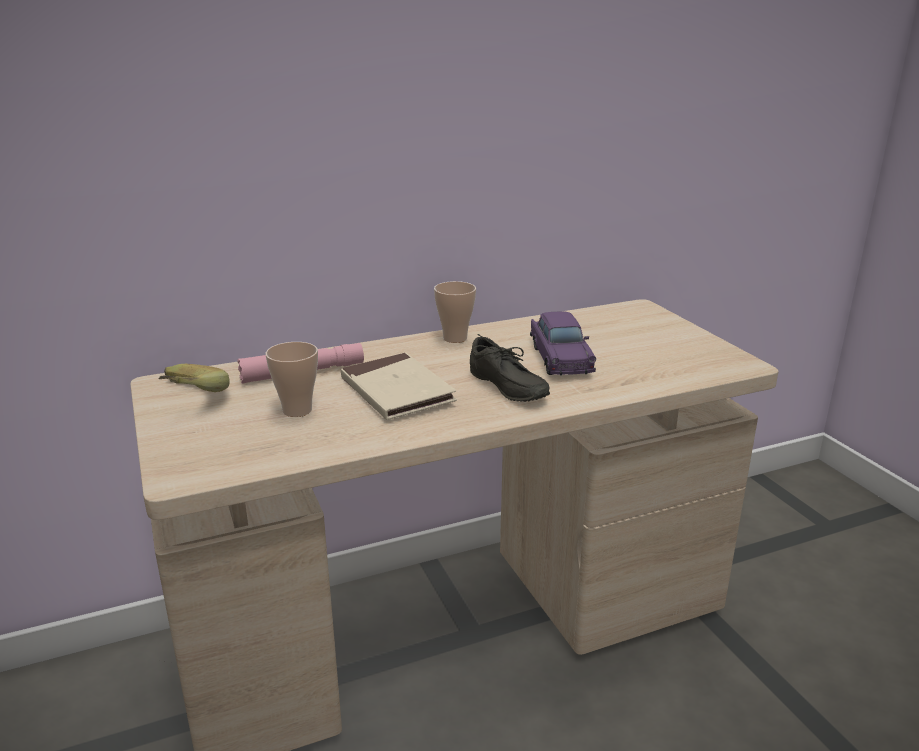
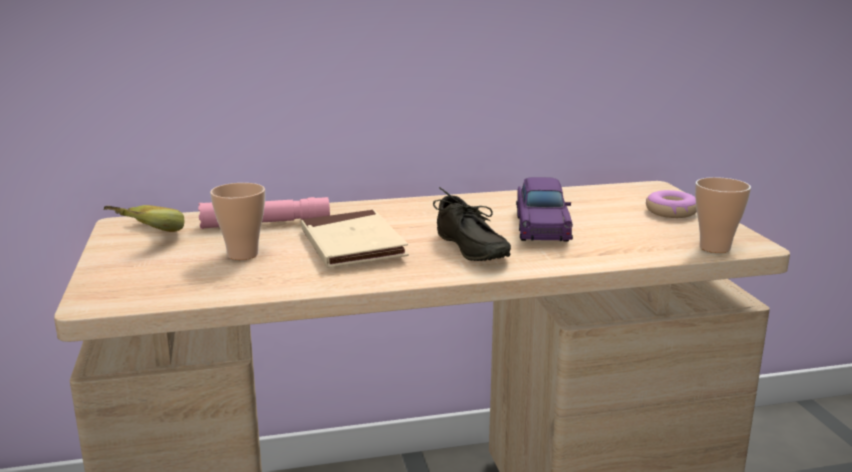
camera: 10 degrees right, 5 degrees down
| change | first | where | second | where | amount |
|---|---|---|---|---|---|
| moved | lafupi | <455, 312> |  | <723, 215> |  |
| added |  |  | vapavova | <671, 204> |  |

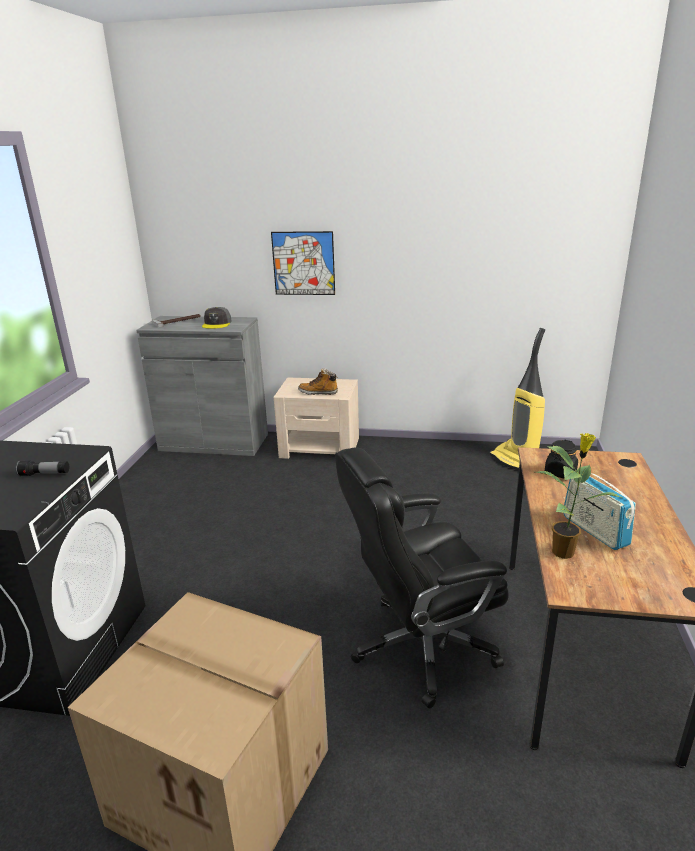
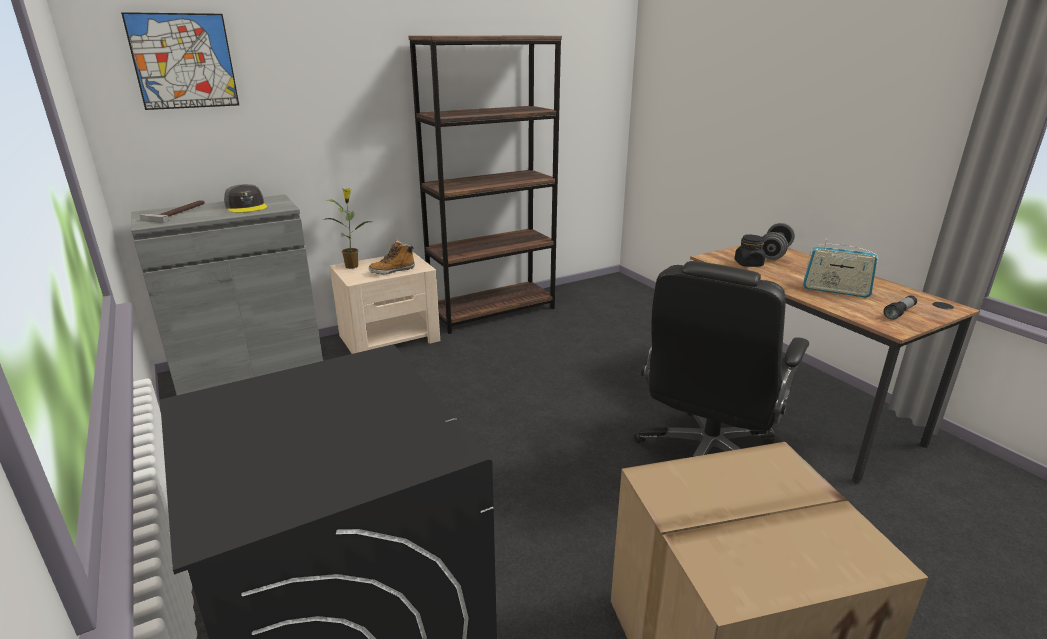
camera: 40 degrees left, 0 degrees up
| change | first | where | second | where | amount |
|---|---|---|---|---|---|
| moved | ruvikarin | <42, 468> |  | <900, 307> |  |
| moved | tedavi | <303, 263> |  | <180, 61> |  |
| removed | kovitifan | <517, 399> |  |  |  |
| moved | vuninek | <579, 496> |  | <346, 228> |  |
| added |  |  | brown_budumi | <485, 185> |  |
| added |  |  | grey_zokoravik | <778, 241> |  |

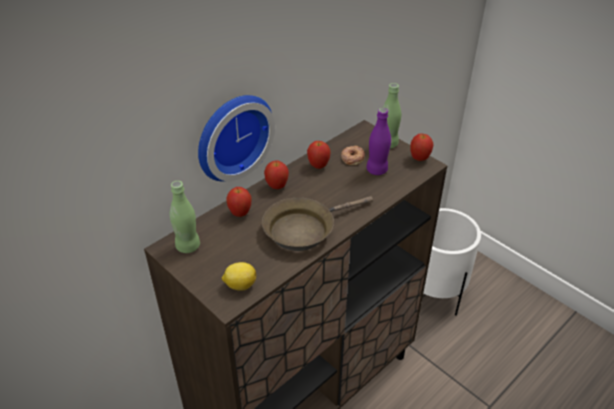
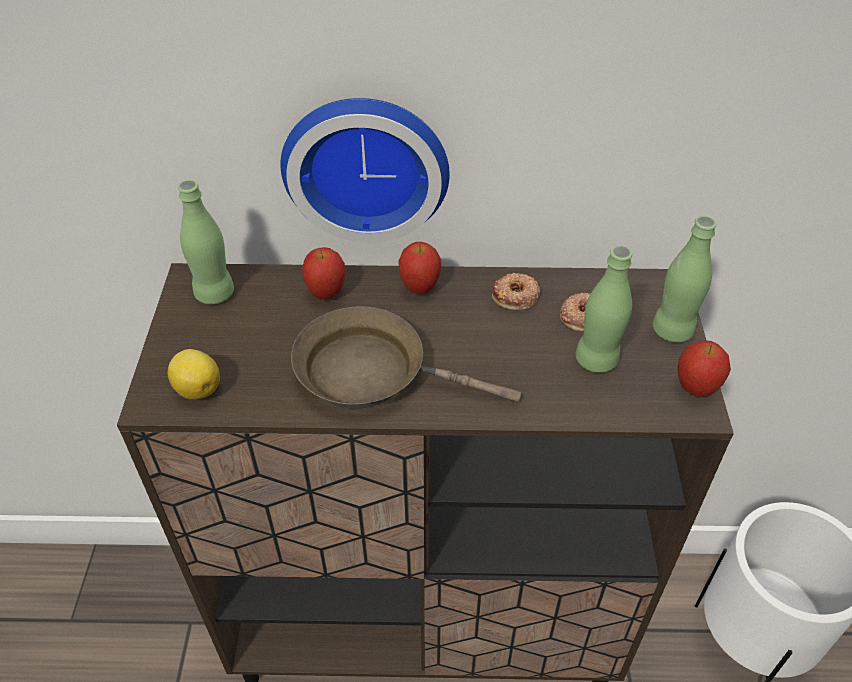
camera: 45 degrees right, 5 degrees up
| change | first | where | second | where | amount |
|---|---|---|---|---|---|
| replaced | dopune | <319, 155> | vapavova | <516, 291> |  |
| recoloured | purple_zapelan | <378, 141> | green_zapelan | <604, 309> |  |

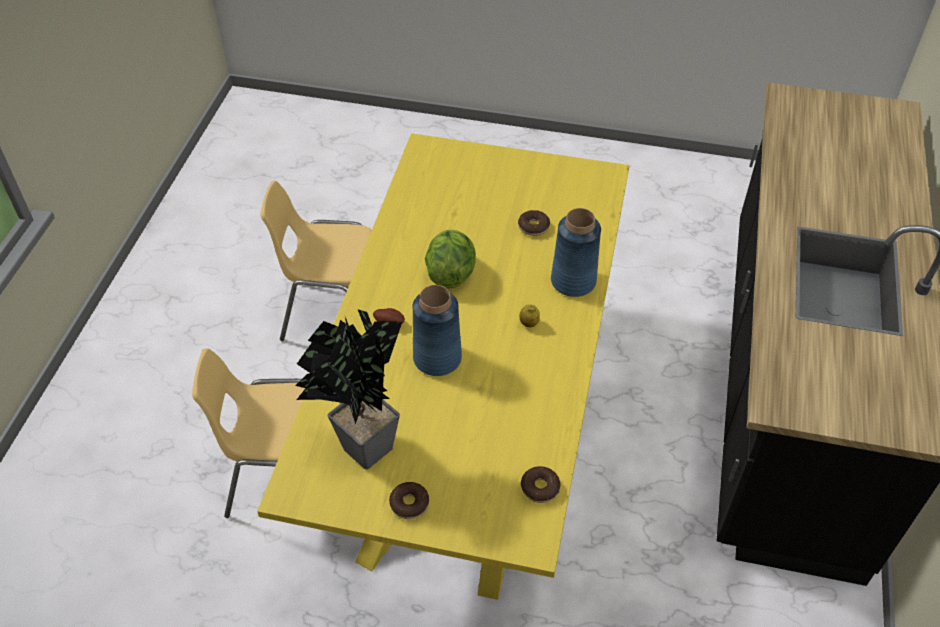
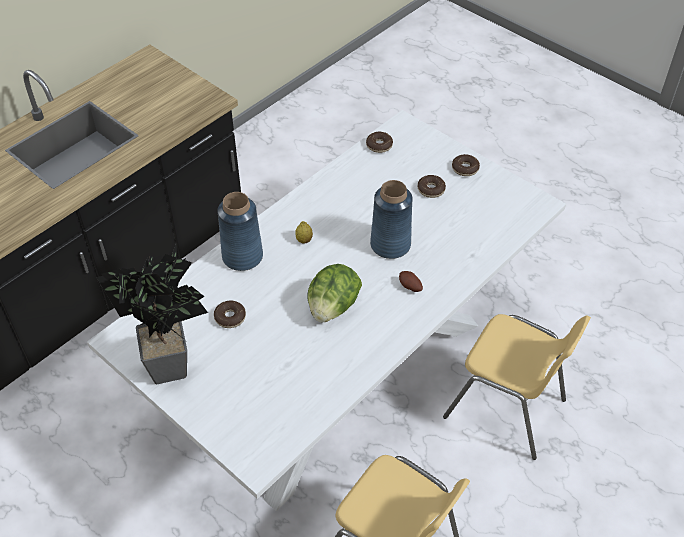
camera: 150 degrees left, 0 degrees up
| change | first | where | second | where | amount |
|---|---|---|---|---|---|
| recoloured | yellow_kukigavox | <443, 366> | white_kukigavox | <326, 310> |  |
| moved | vuninek | <348, 389> |  | <152, 313> |  |
| added |  |  | vapavova | <432, 186> |  |

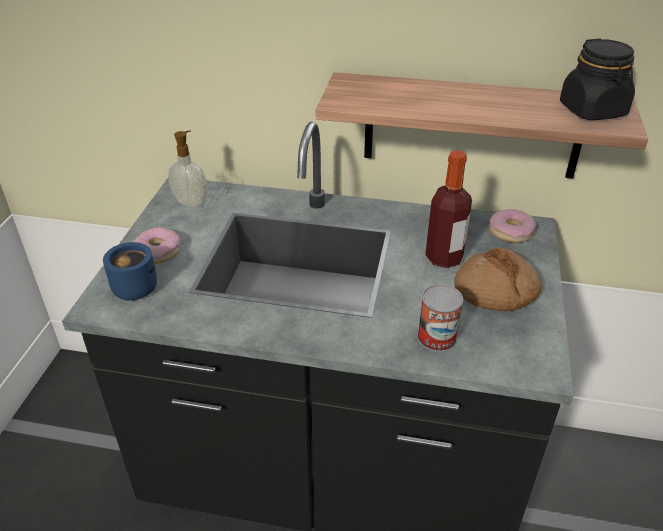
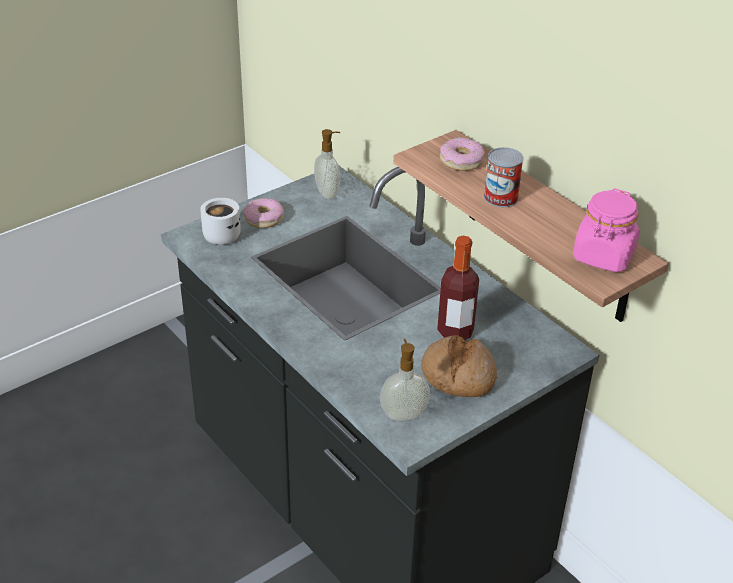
camera: 40 degrees right, 0 degrees up
| change | first | where | second | where | amount |
|---|---|---|---|---|---|
| recoloured | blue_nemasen | <130, 271> | white_nemasen | <220, 221> |  |
| moved | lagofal | <440, 318> |  | <504, 177> |  |
| moved | vapavova | <512, 226> |  | <462, 154> |  |
| recoloured | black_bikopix | <597, 79> | pink_bikopix | <606, 230> |  |
| added |  |  | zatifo | <405, 380> |  |

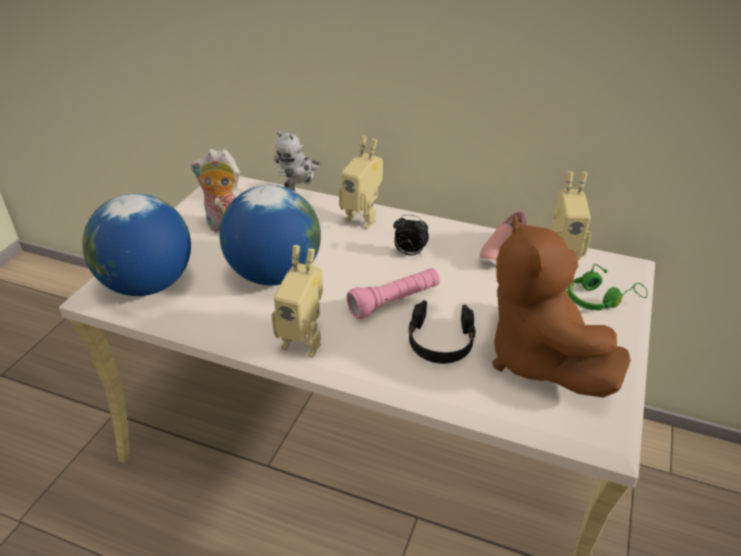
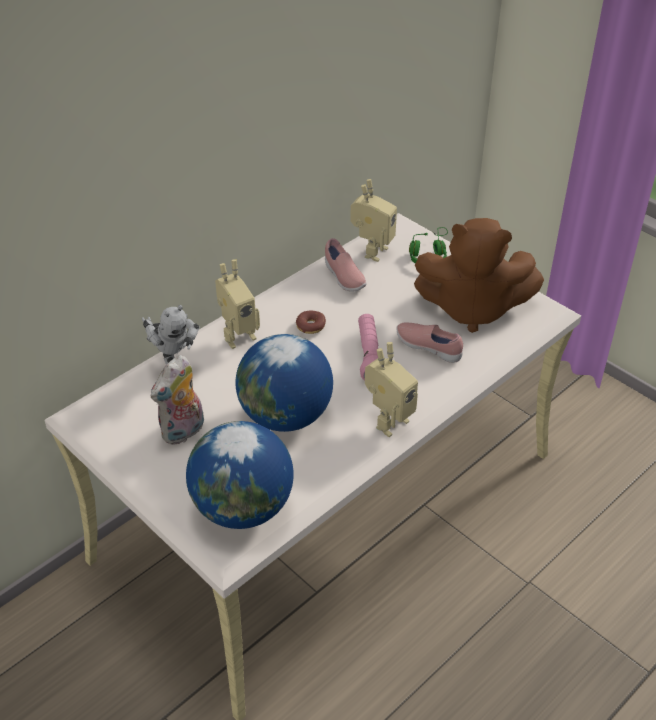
camera: 65 degrees left, 5 degrees up
| change | first | where | second | where | amount |
|---|---|---|---|---|---|
| replaced | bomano | <411, 235> | vapavova | <311, 322> |  |
| replaced | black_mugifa | <442, 332> | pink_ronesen | <429, 343> |  |

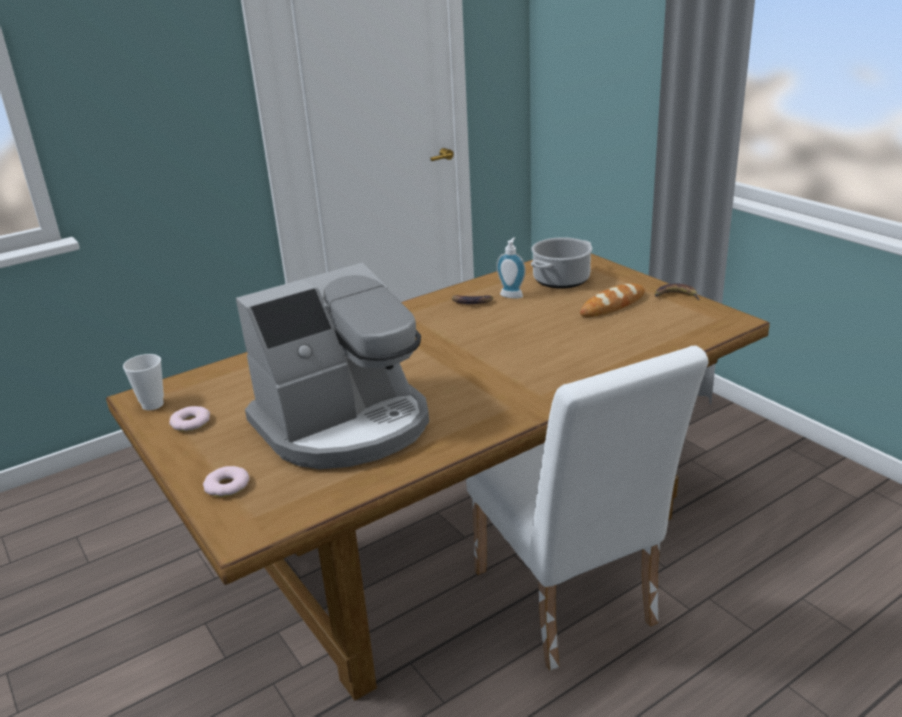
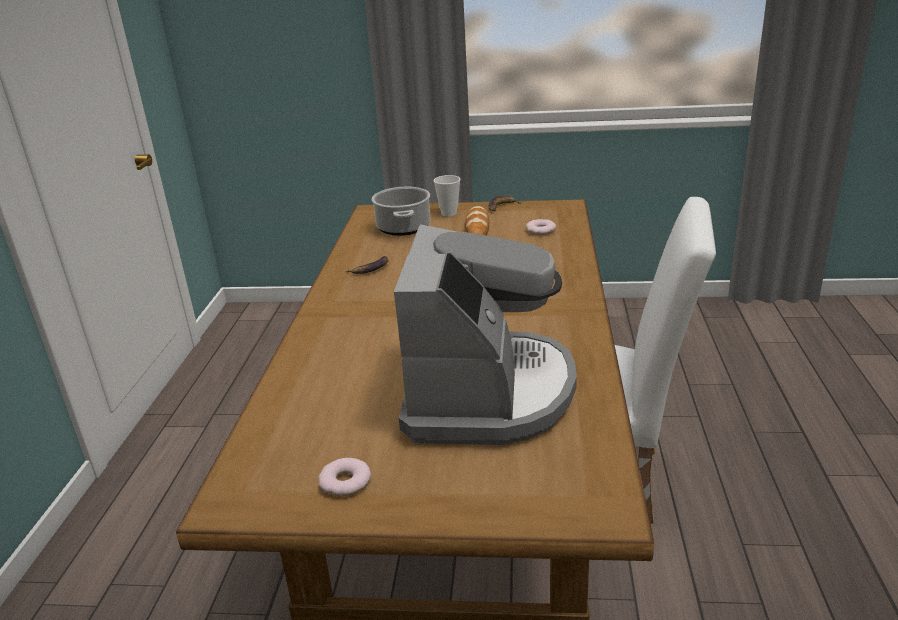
camera: 50 degrees left, 0 degrees up
| change | first | where | second | where | amount |
|---|---|---|---|---|---|
| moved | lafupi | <143, 382> |  | <447, 196> |  |
| moved | vapavova | <226, 481> |  | <541, 227> |  |
| removed | zatifo | <511, 267> |  |  |  |

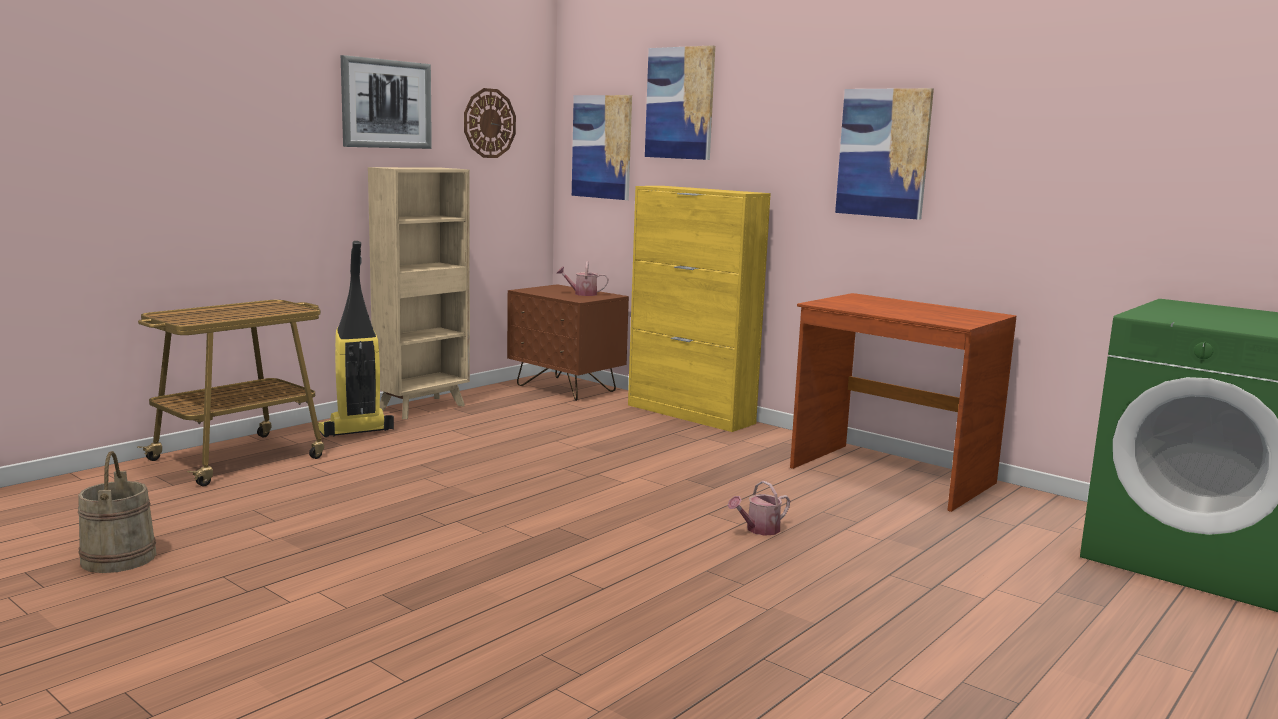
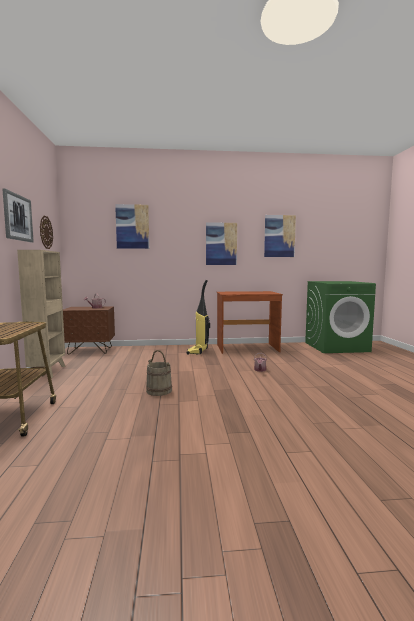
camera: 45 degrees left, 5 degrees down
| change | first | where | second | where | amount |
|---|---|---|---|---|---|
| moved | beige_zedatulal | <117, 512> |  | <159, 373> |  |
| moved | kovitifan | <356, 339> |  | <198, 317> |  |
| moved | tedavi | <602, 147> |  | <280, 236> |  |
| removed | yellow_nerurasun | <699, 309> |  |  |  |

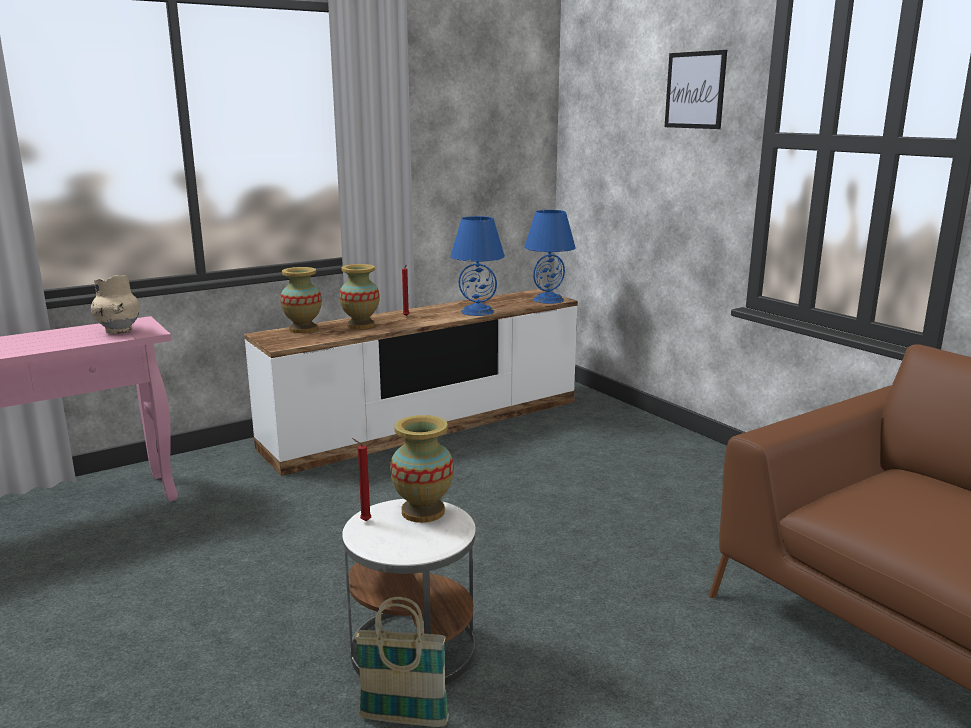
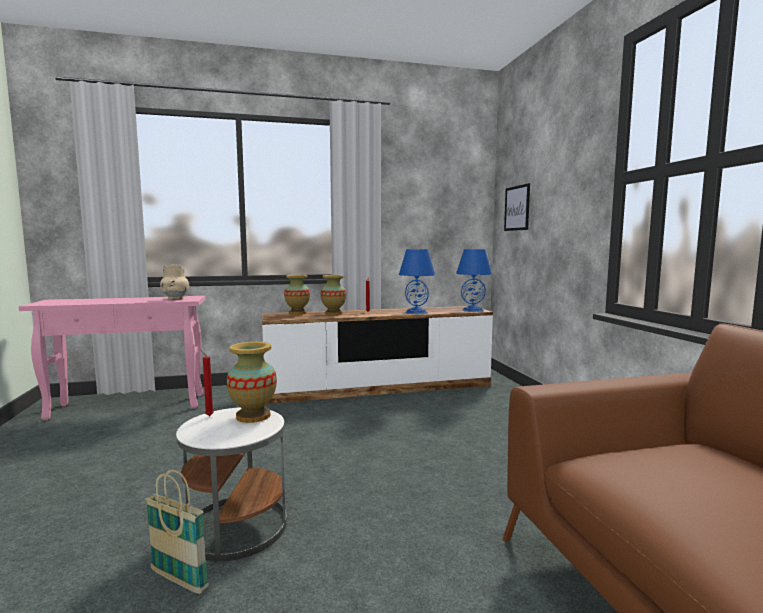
camera: 20 degrees right, 10 degrees down
| change | first | where | second | where | amount |
|---|---|---|---|---|---|
| moved | tedavi | <696, 89> |  | <517, 207> |  |

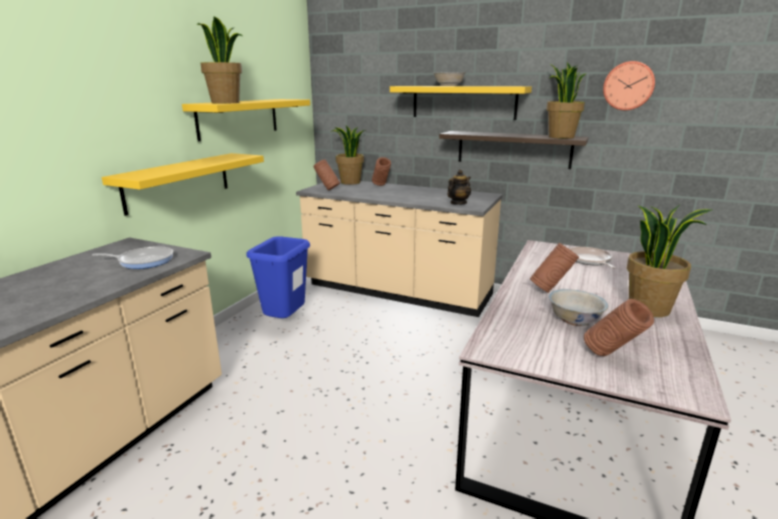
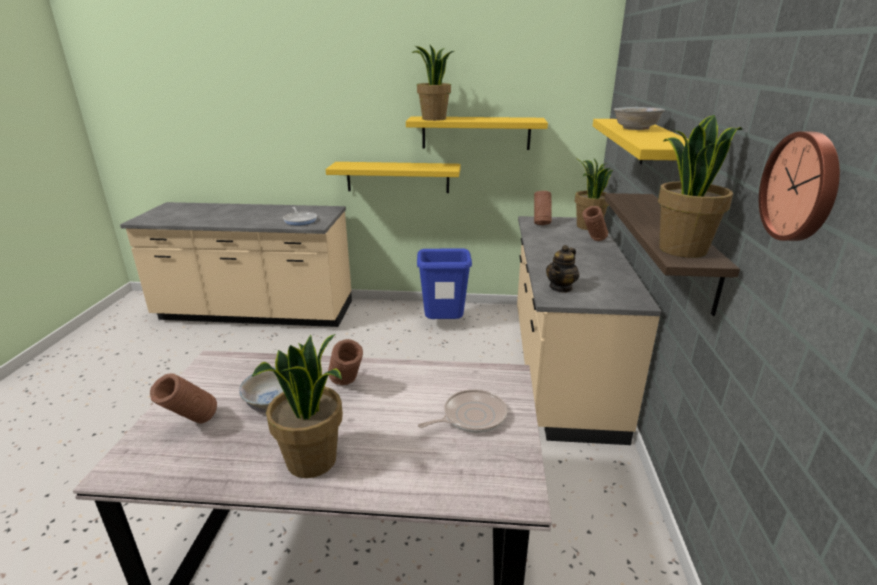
camera: 70 degrees right, 5 degrees up
| change | first | where | second | where | amount |
|---|---|---|---|---|---|
| turned | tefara | <459, 187> |  | <562, 269> | 105 degrees clockwise |

